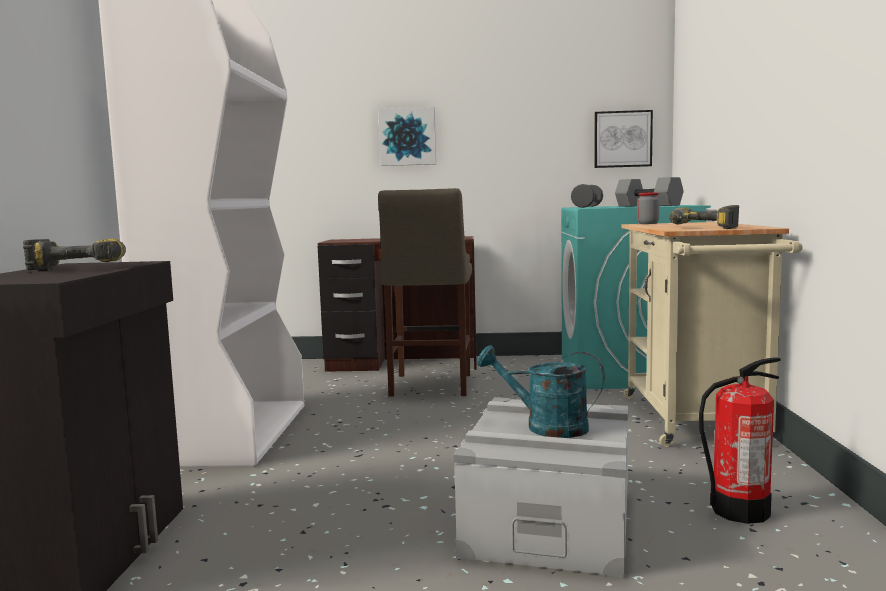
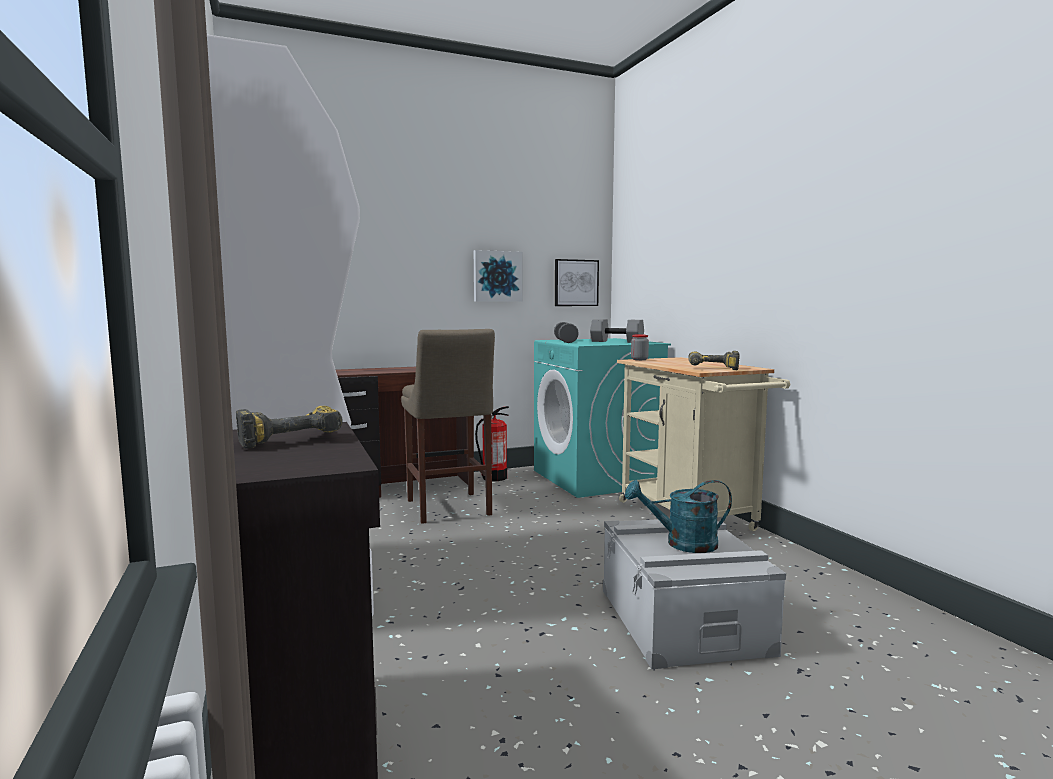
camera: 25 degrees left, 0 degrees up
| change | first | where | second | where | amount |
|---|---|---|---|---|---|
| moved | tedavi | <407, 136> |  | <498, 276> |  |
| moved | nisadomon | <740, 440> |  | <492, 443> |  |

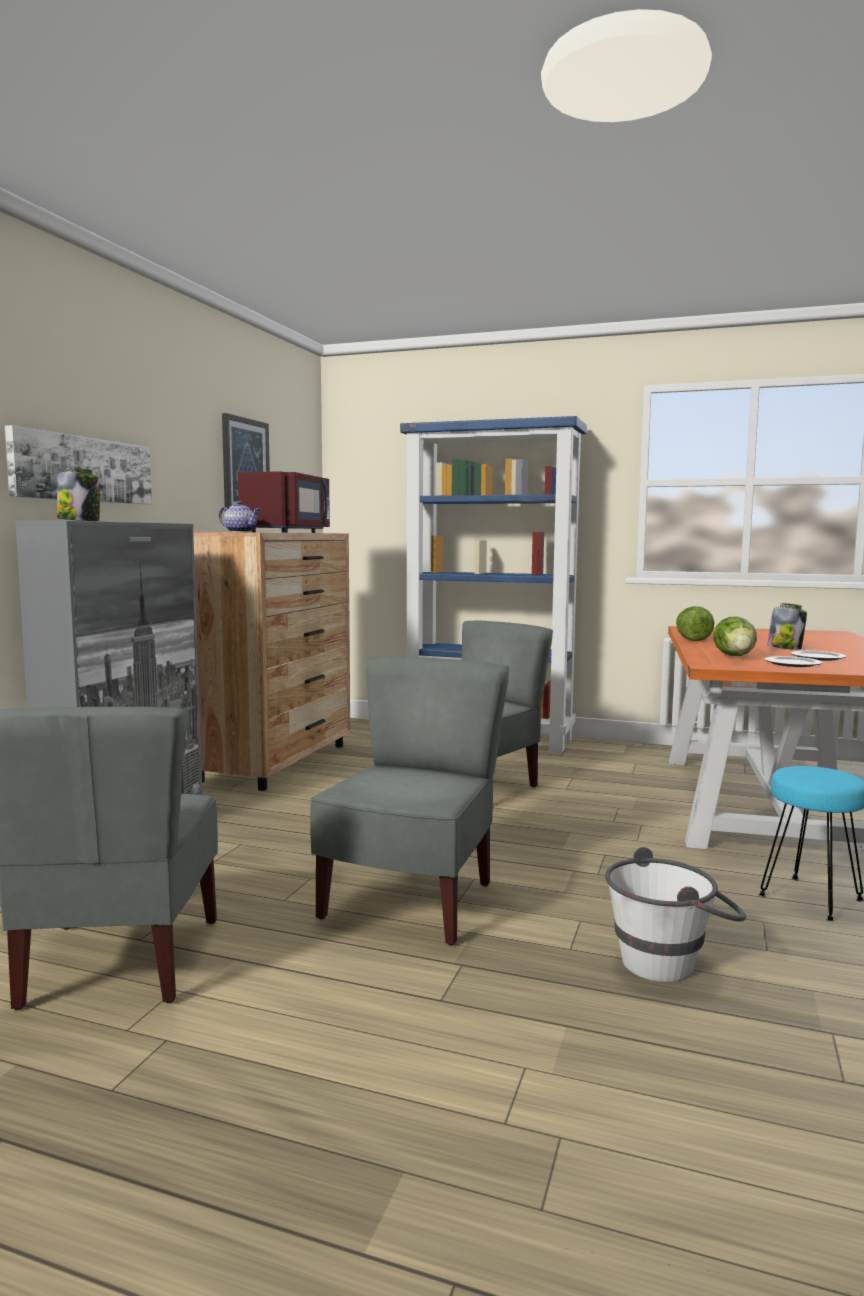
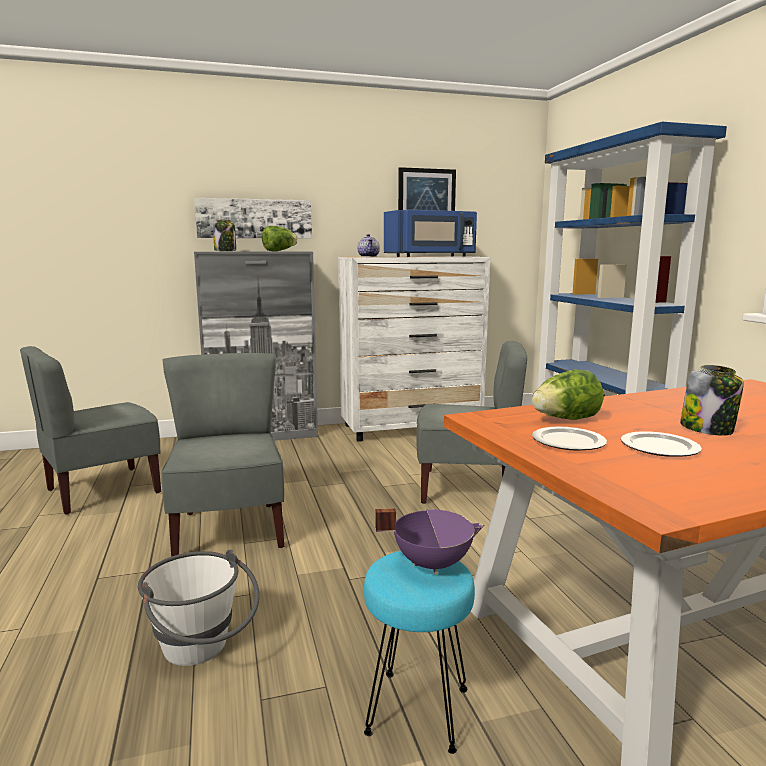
camera: 55 degrees right, 5 degrees up
| change | first | where | second | where | amount |
|---|---|---|---|---|---|
| recoloured | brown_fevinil | <271, 661> | white_fevinil | <414, 349> |  |
| recoloured | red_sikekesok | <284, 502> | blue_sikekesok | <430, 233> |  |
| turned | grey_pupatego | <409, 801> |  | <222, 455> | 90 degrees counterclockwise |
| moved | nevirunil | <695, 623> |  | <280, 238> |  |
| added |  |  | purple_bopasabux | <429, 541> |  |

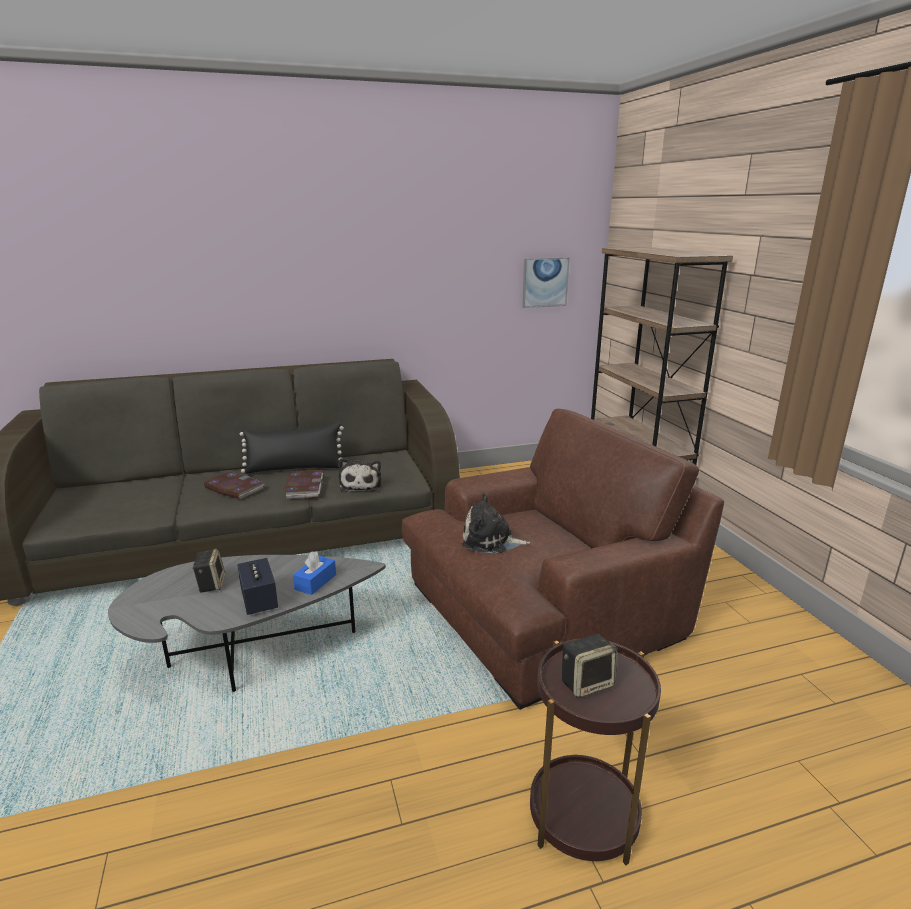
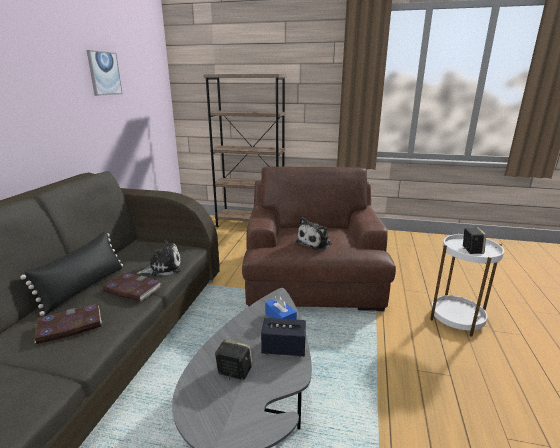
camera: 60 degrees left, 0 degrees up
| change | first | where | second | where | amount |
|---|---|---|---|---|---|
| turned | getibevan | <360, 475> |  | <159, 258> | 45 degrees counterclockwise |
| moved | tedavi | <545, 282> |  | <105, 73> |  |
| recoloured | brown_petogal | <595, 752> | white_petogal | <467, 285> |  |

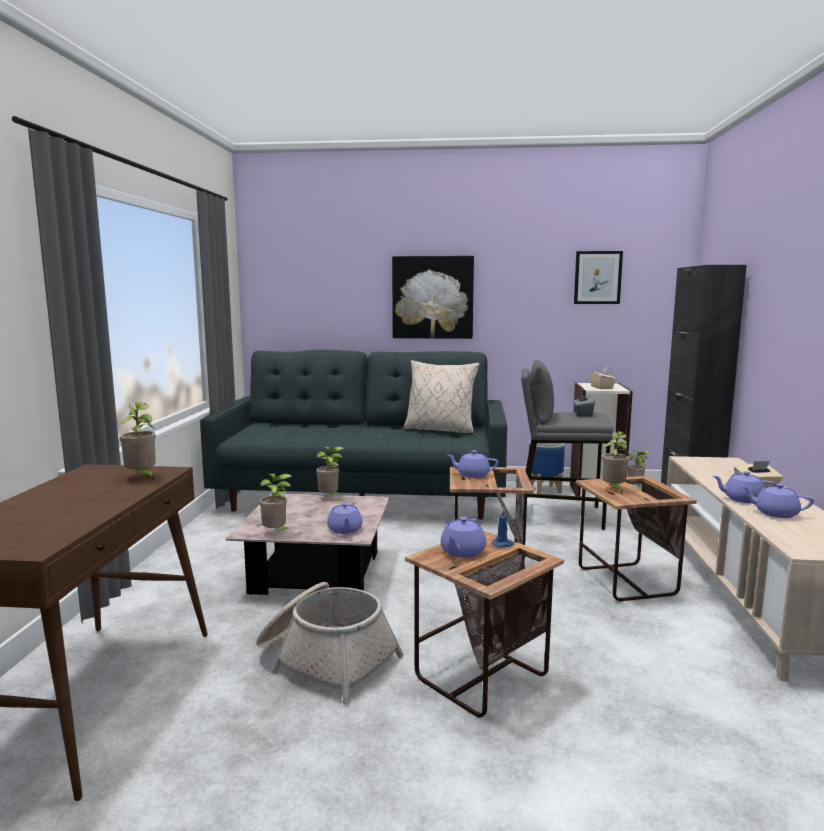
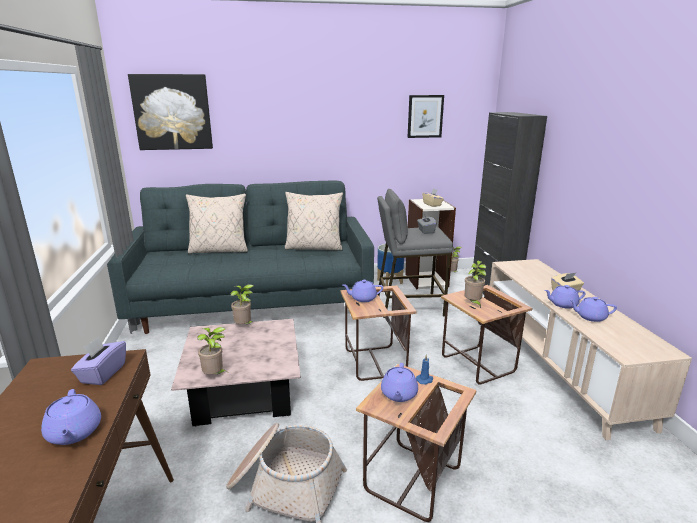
camera: 15 degrees left, 10 degrees up
| change | first | where | second | where | amount |
|---|---|---|---|---|---|
| replaced | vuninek | <137, 441> | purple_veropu | <98, 360> |  |
| moved | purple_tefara | <345, 518> |  | <71, 417> |  |
| moved | tedavi | <433, 297> |  | <170, 112> |  |
| added |  |  | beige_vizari | <217, 224> |  |

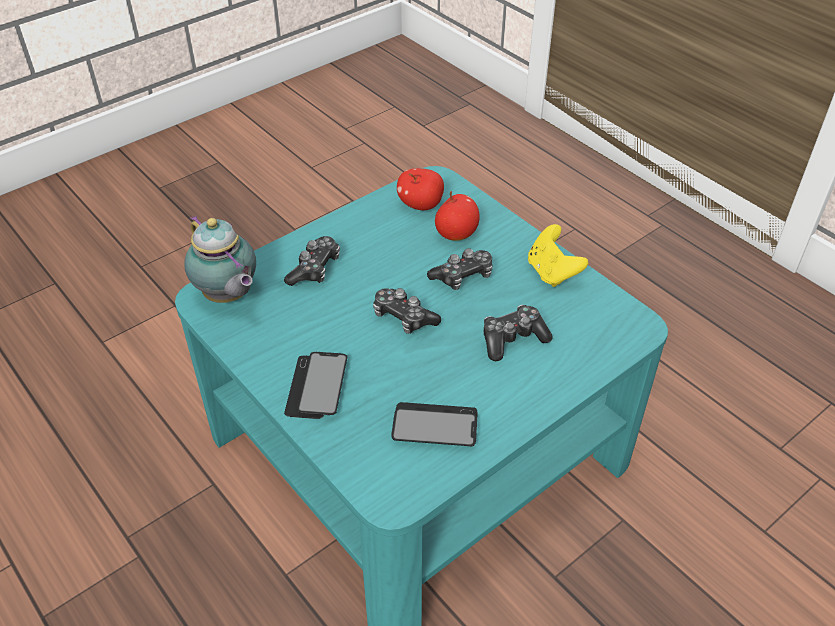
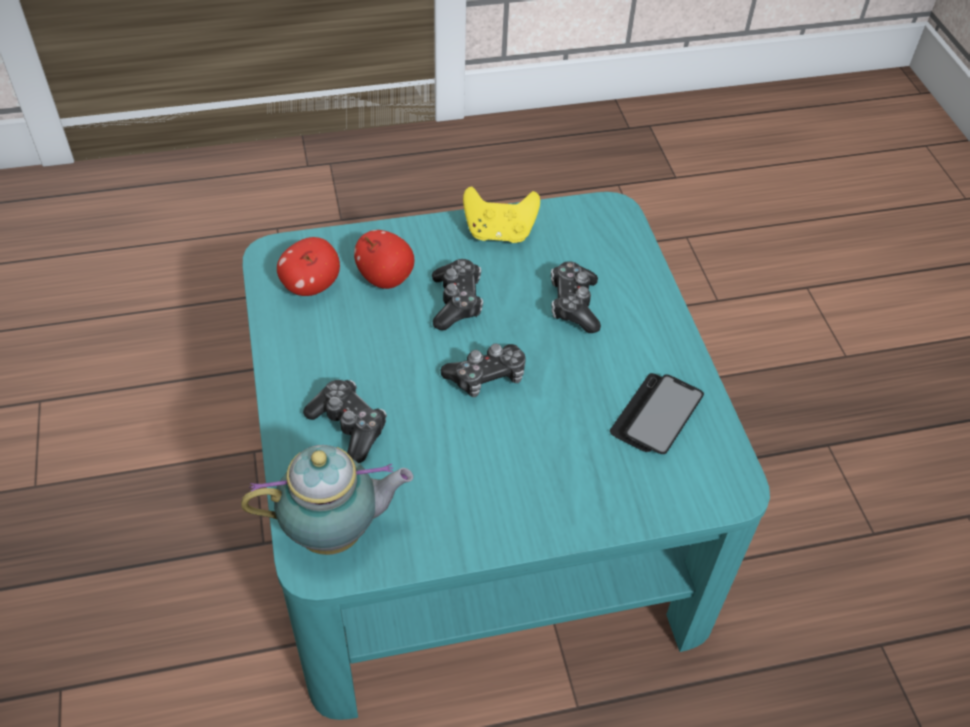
camera: 65 degrees left, 5 degrees up
| change | first | where | second | where | amount |
|---|---|---|---|---|---|
| removed | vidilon | <316, 385> |  |  |  |

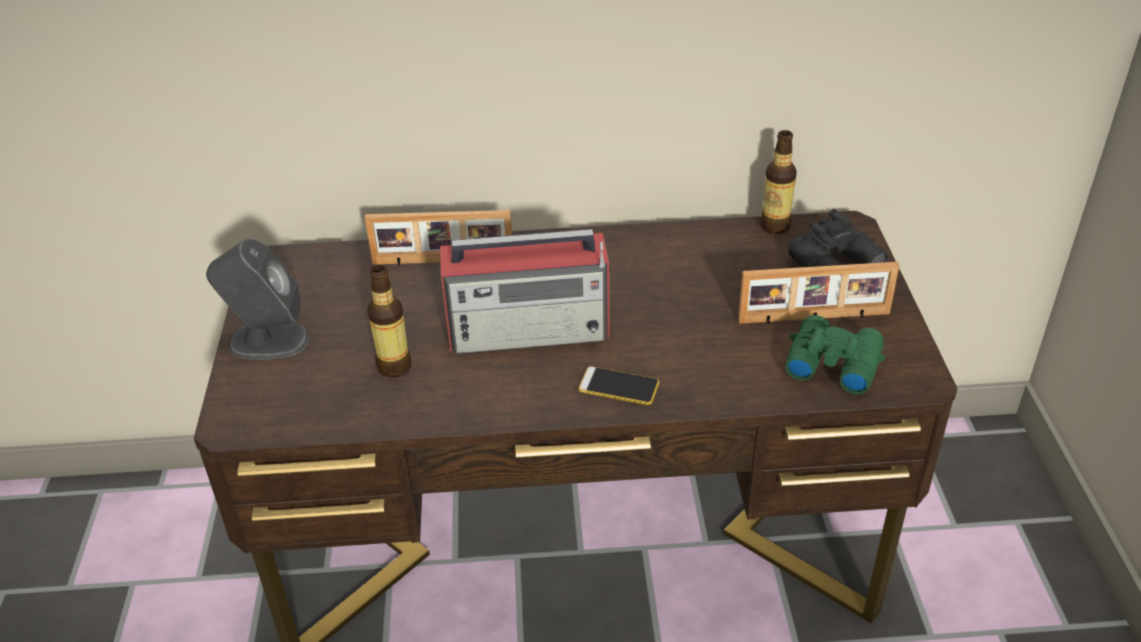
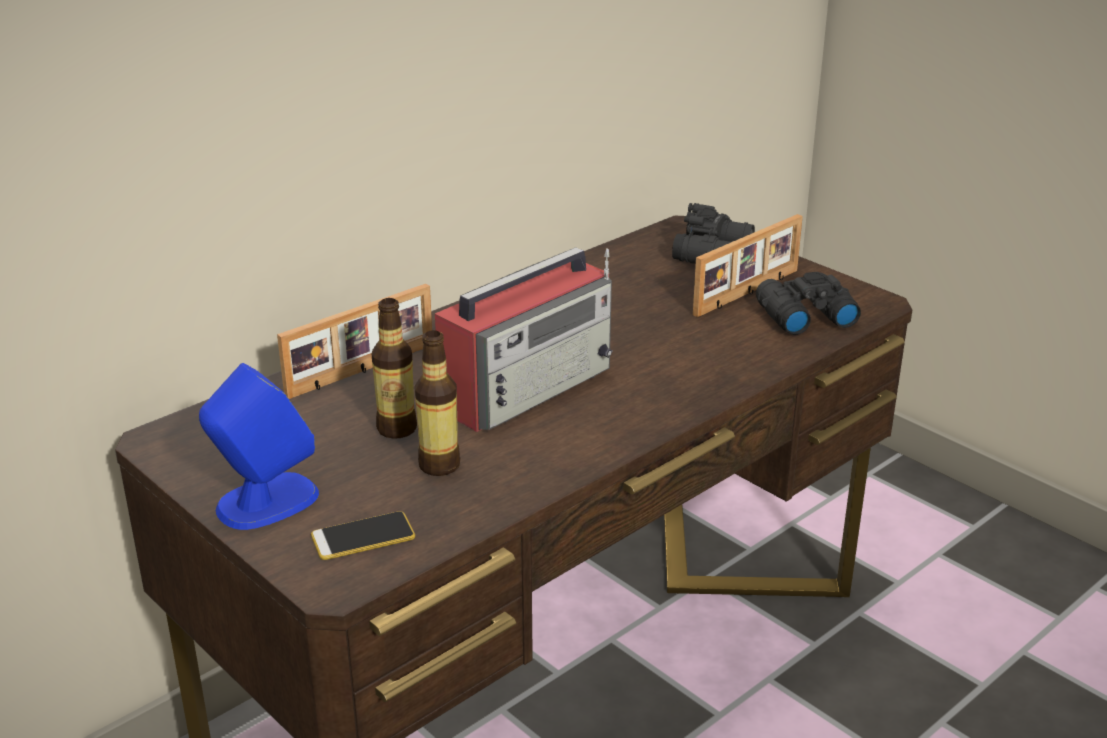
camera: 40 degrees left, 10 degrees down
| change | first | where | second | where | amount |
|---|---|---|---|---|---|
| recoloured | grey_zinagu | <258, 299> | blue_zinagu | <259, 446> |  |
| moved | vidilon | <618, 385> |  | <363, 535> |  |
| moved | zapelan | <778, 182> |  | <394, 368> |  |
| recoloured | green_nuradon | <835, 354> | black_nuradon | <808, 303> |  |

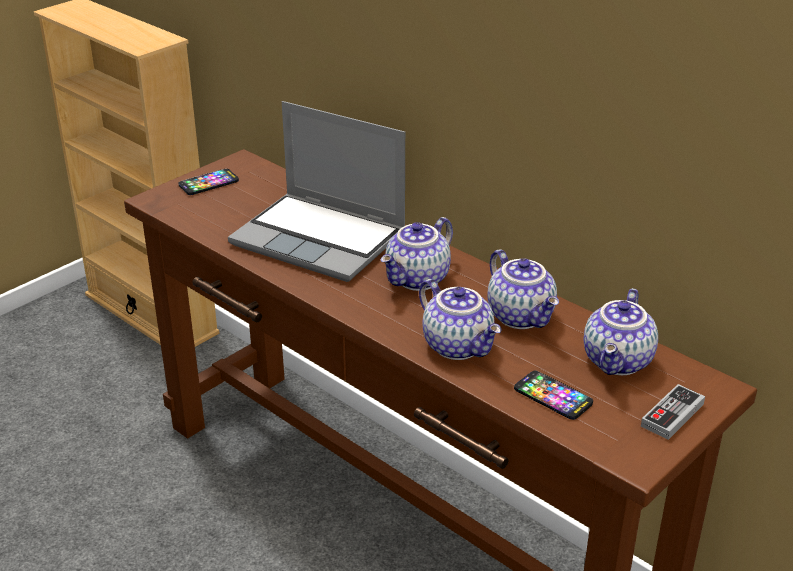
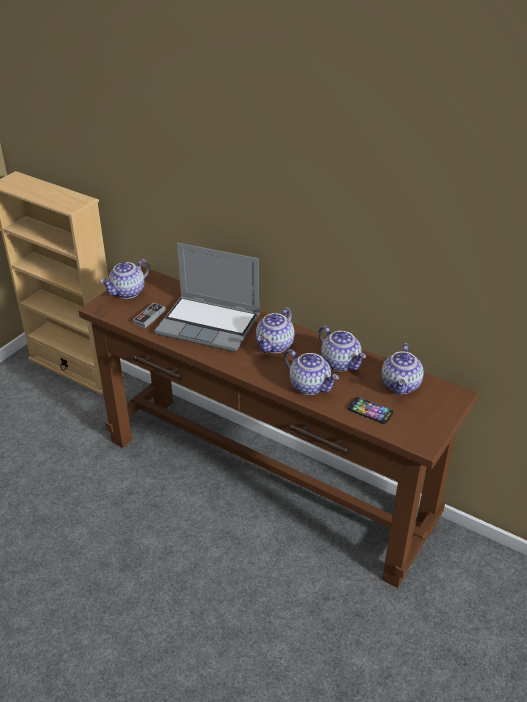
camera: 10 degrees left, 5 degrees up
| change | first | where | second | where | amount |
|---|---|---|---|---|---|
| replaced | vidilon | <208, 182> | tefara | <125, 279> |  |
| moved | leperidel | <673, 412> |  | <149, 315> |  |

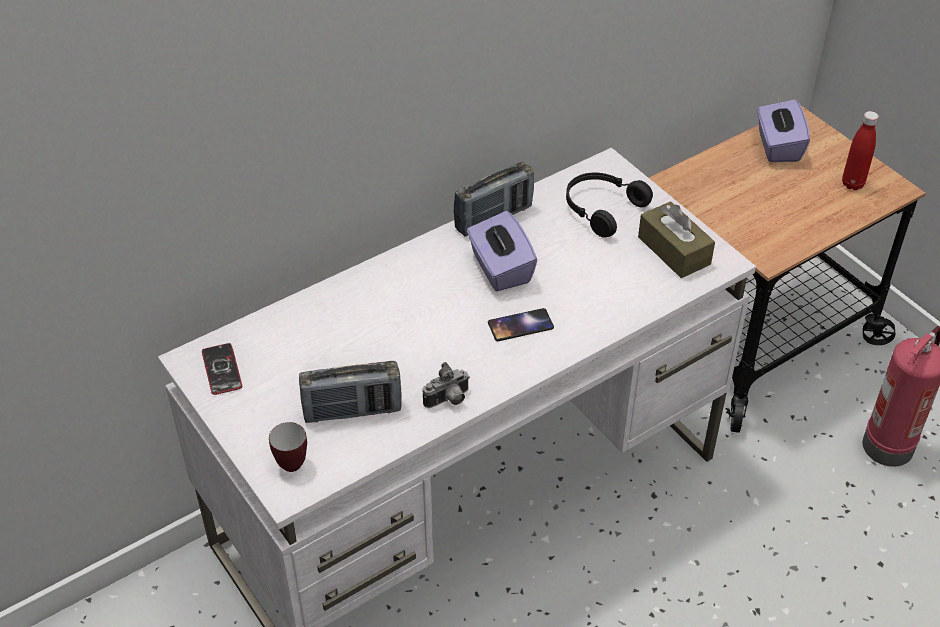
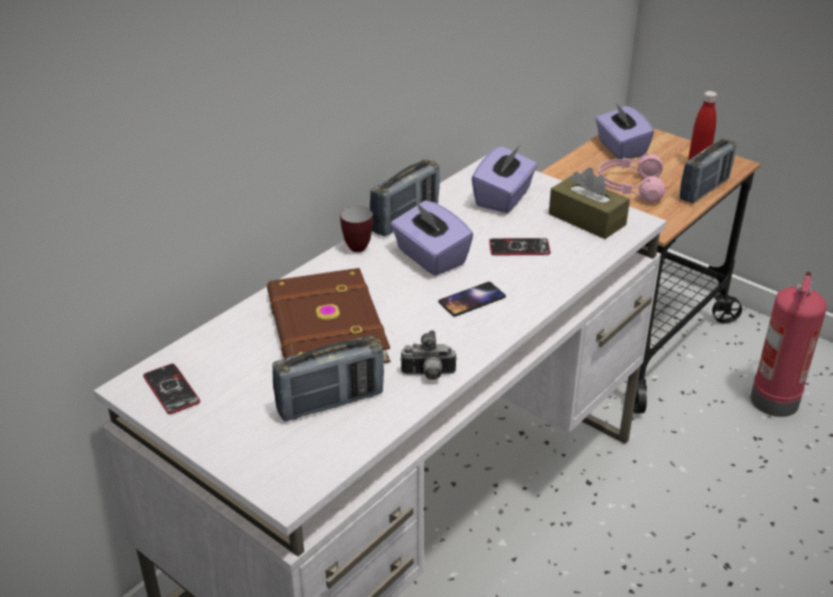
camera: 15 degrees left, 10 degrees down
| change | first | where | second | where | amount |
|---|---|---|---|---|---|
| moved | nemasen | <288, 447> |  | <356, 229> |  |
| turned | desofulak | <446, 385> |  | <428, 355> | 45 degrees clockwise |
| replaced | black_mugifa | <609, 205> | purple_veropu | <504, 179> |  |
| added |  |  | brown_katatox | <329, 315> |  |
| added |  |  | vidilon | <520, 246> |  |
| added |  |  | pink_mugifa | <631, 178> |  |
| added |  |  | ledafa | <708, 171> |  |

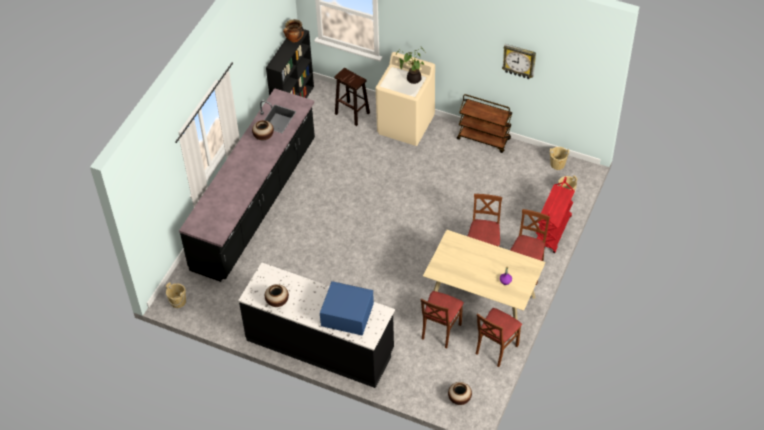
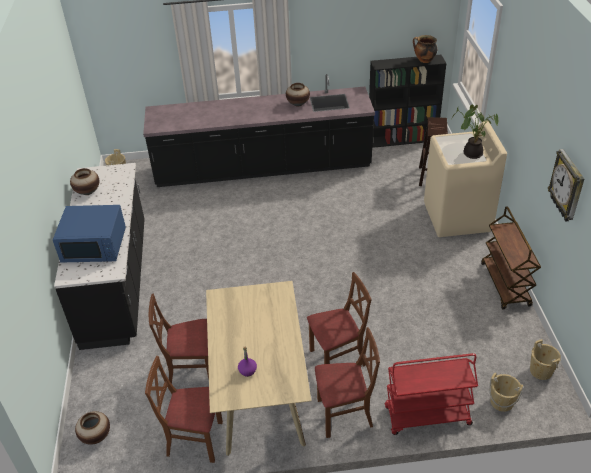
camera: 60 degrees right, 10 degrees down
| change | first | where | second | where | amount |
|---|---|---|---|---|---|
| turned | blue_sikekesok | <347, 308> |  | <89, 234> | 105 degrees clockwise |

